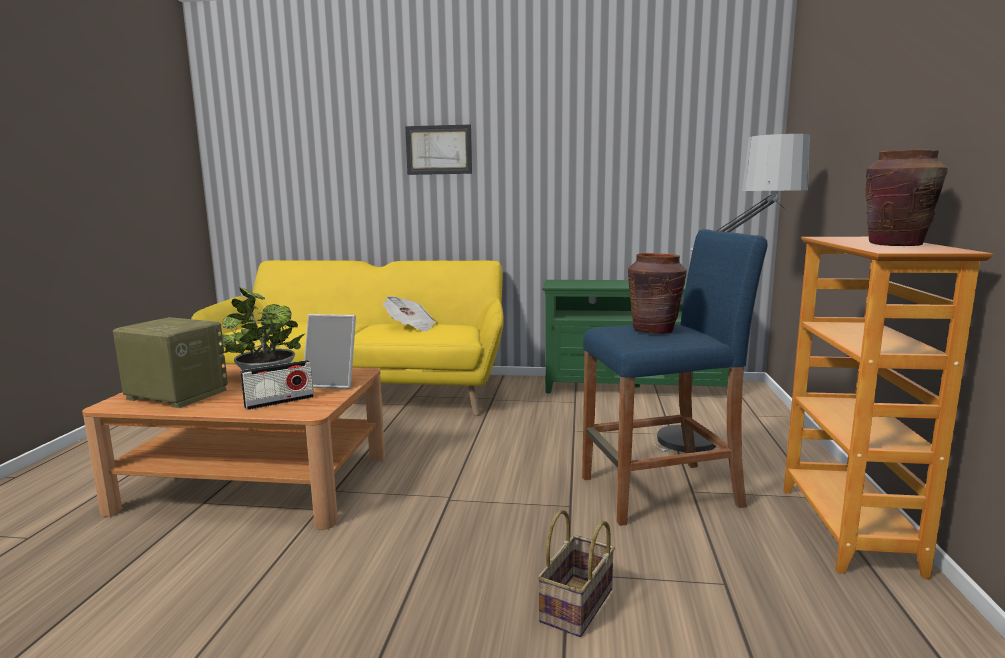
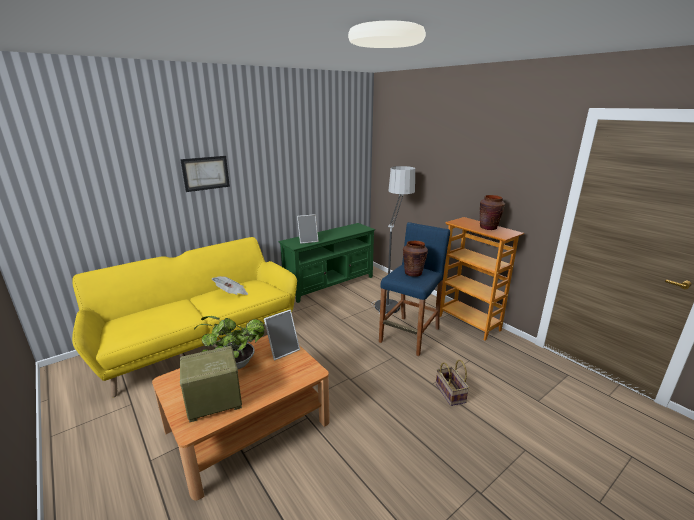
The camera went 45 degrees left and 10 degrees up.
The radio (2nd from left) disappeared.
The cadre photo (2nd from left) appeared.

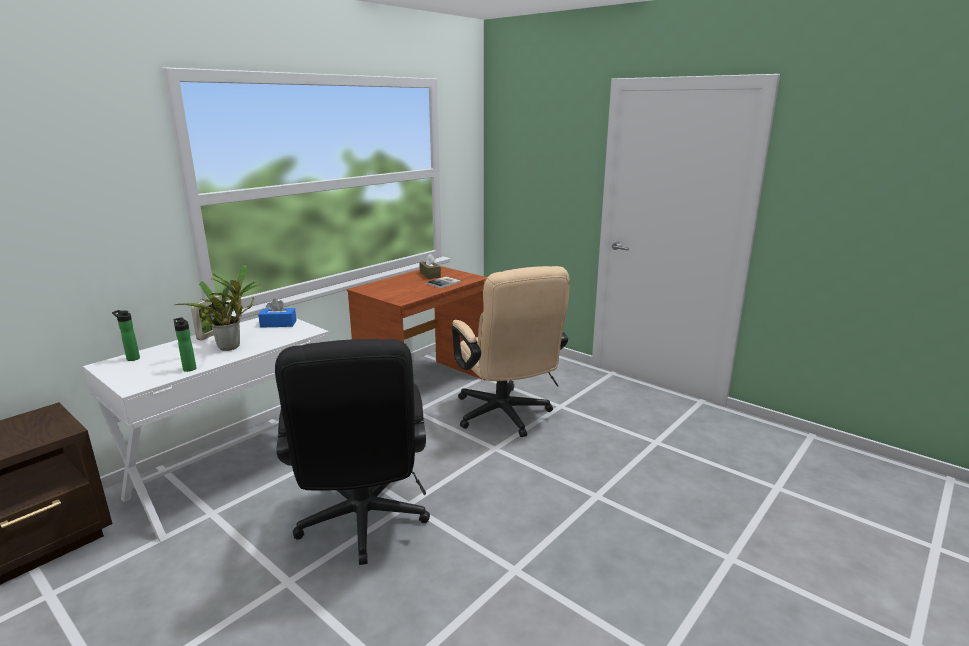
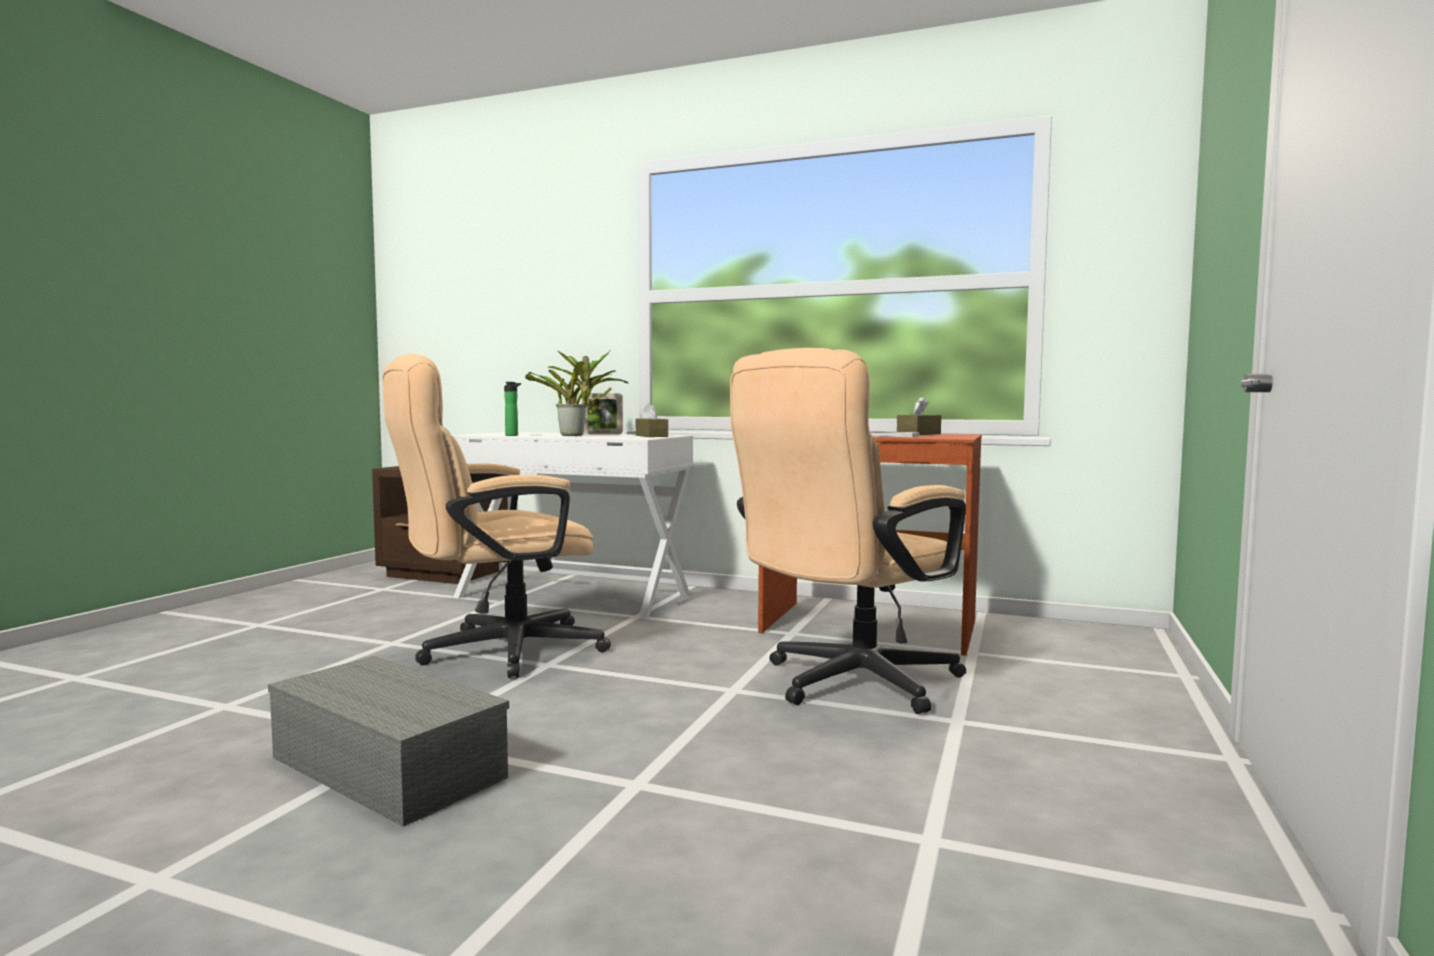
The camera went 70 degrees right and 15 degrees down.
The boîte à mouchoirs [bleu] became the boîte à mouchoirs [marron] (1st from left).
The bouteille (1st from left) disappeared.
The chaise de bureau [noir] became the chaise de bureau [beige] (1st from left).
The boîte de rangement [gris] appeared.

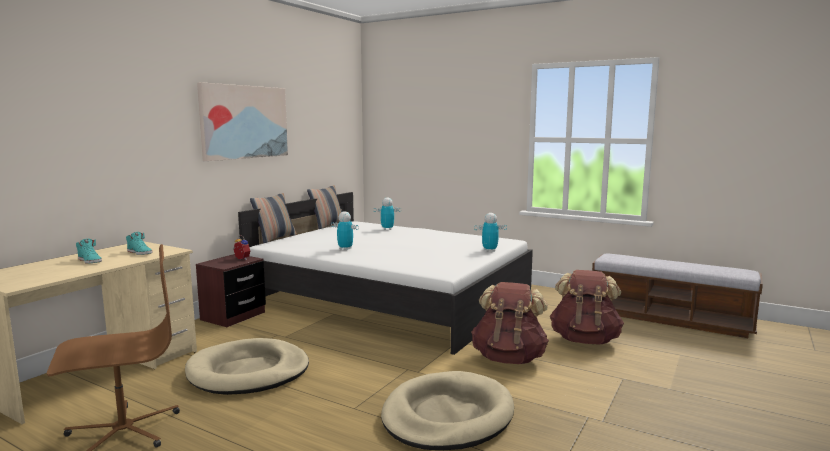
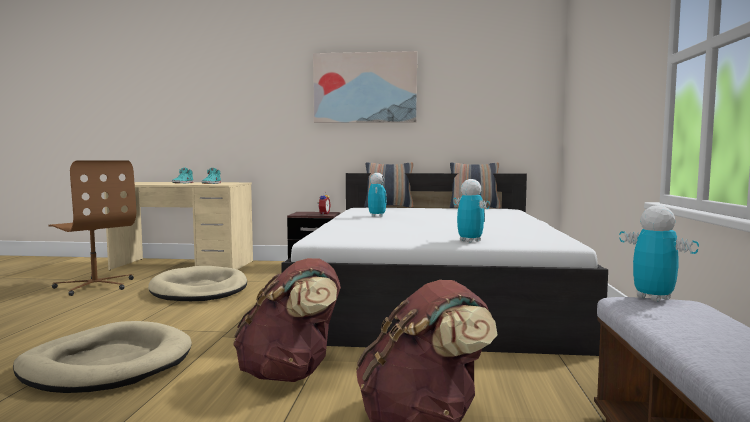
The camera went 65 degrees right and 5 degrees down.
The robot jouet (2nd from left in the first image) moved.

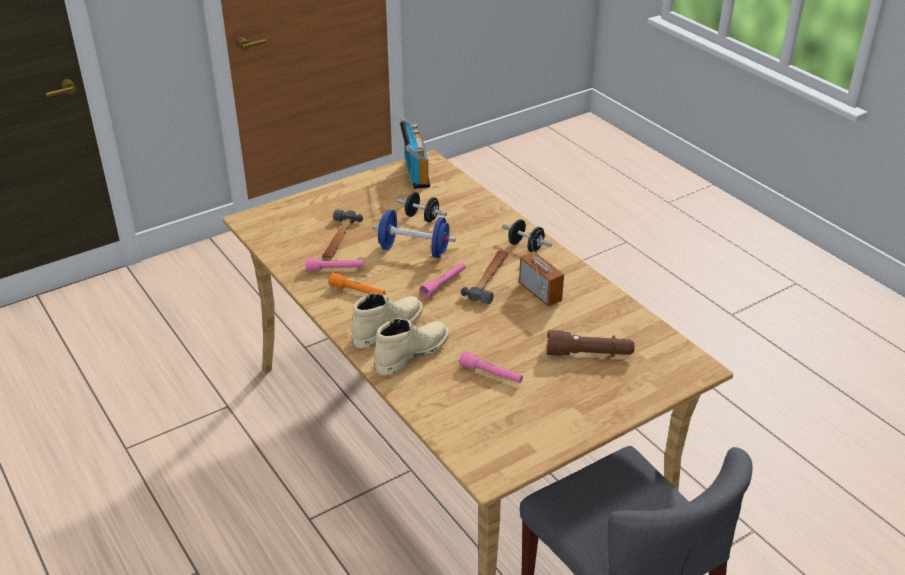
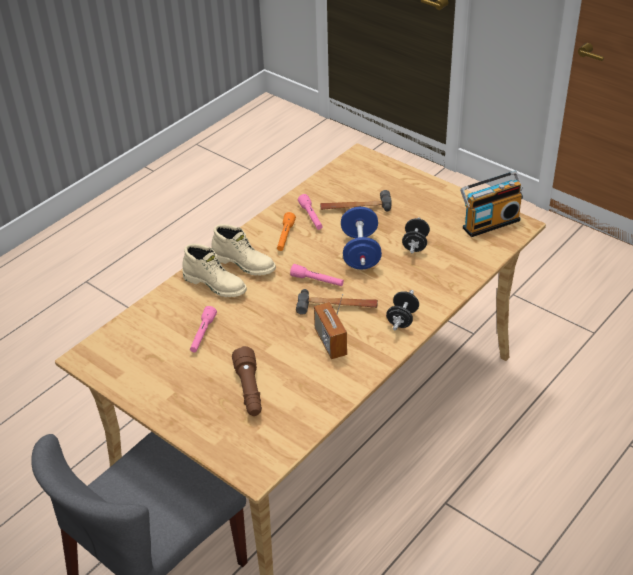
The camera went 75 degrees right and 5 degrees up.
The radio (2nd from left in the first image) turned 120 degrees clockwise.

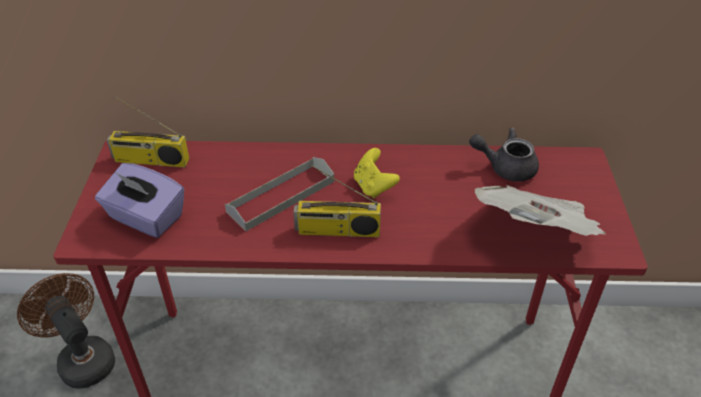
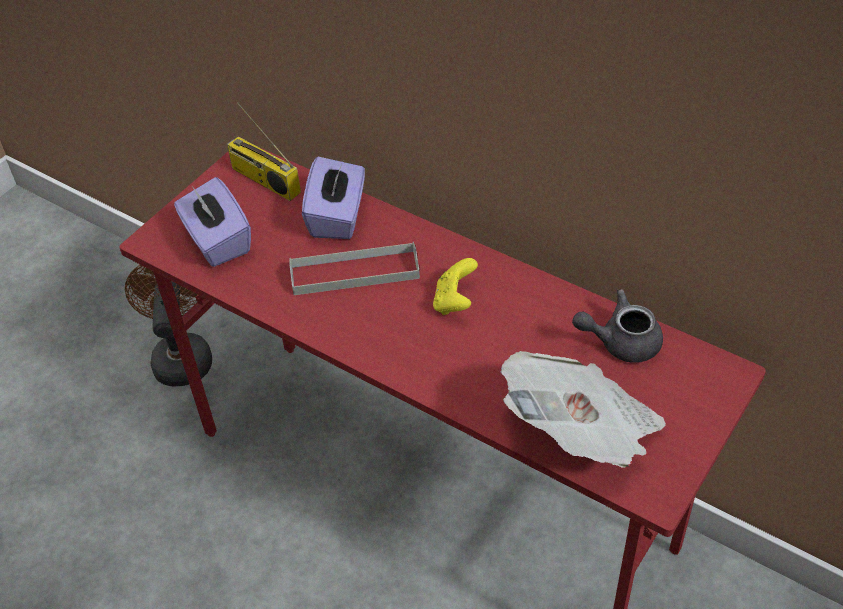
The camera went 35 degrees right and 5 degrees up.
The théière [gris] turned 45 degrees counterclockwise.
The radio (2nd from left) disappeared.
The boîte à mouchoirs [violet] (2nd from left) appeared.

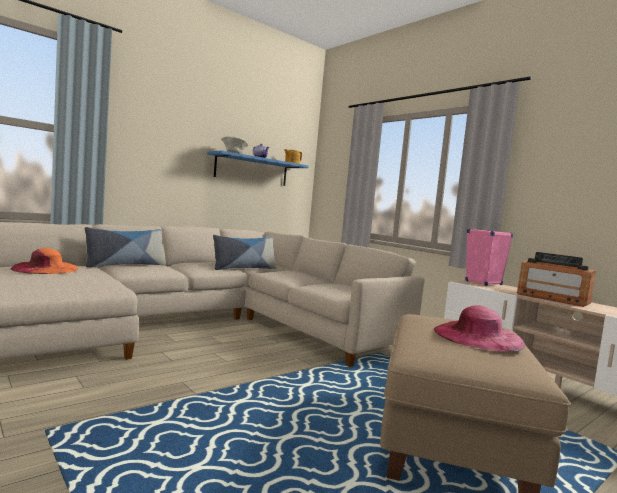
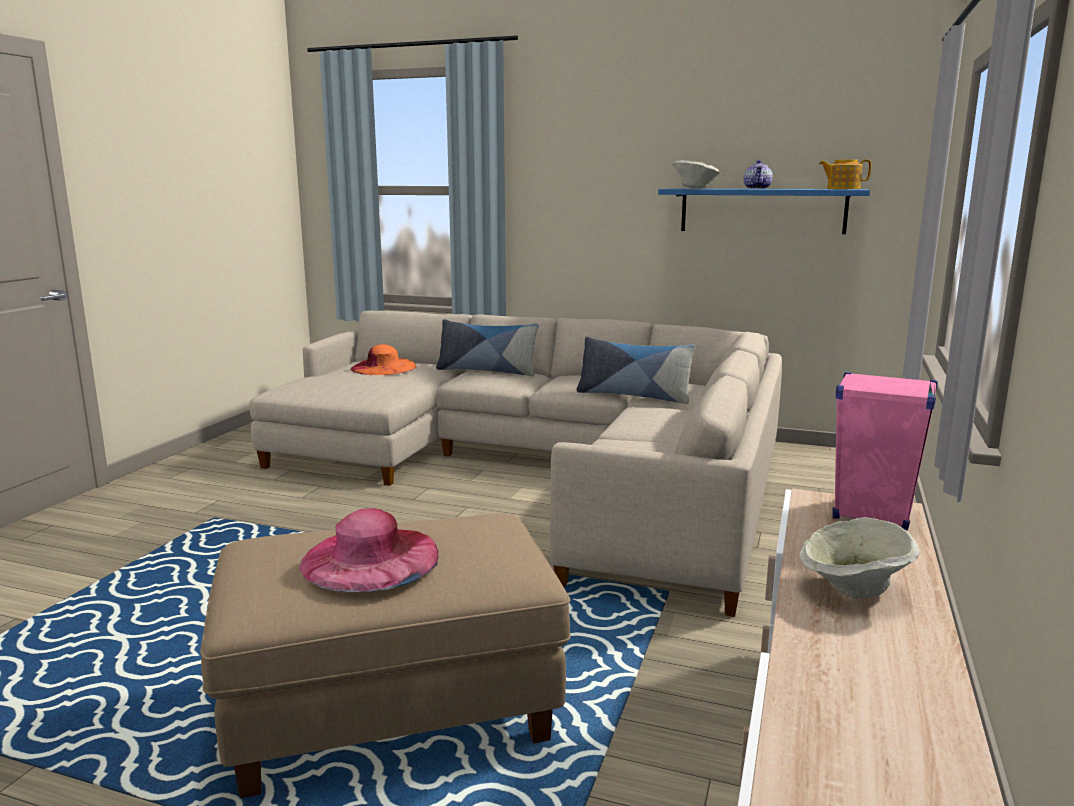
The camera went 60 degrees right and 10 degrees up.
The radio was replaced by the bol [beige] (2nd from left).

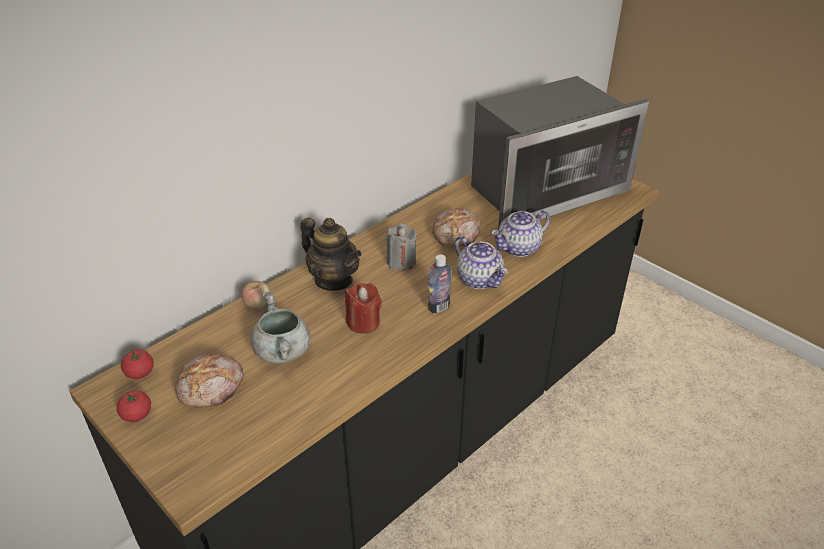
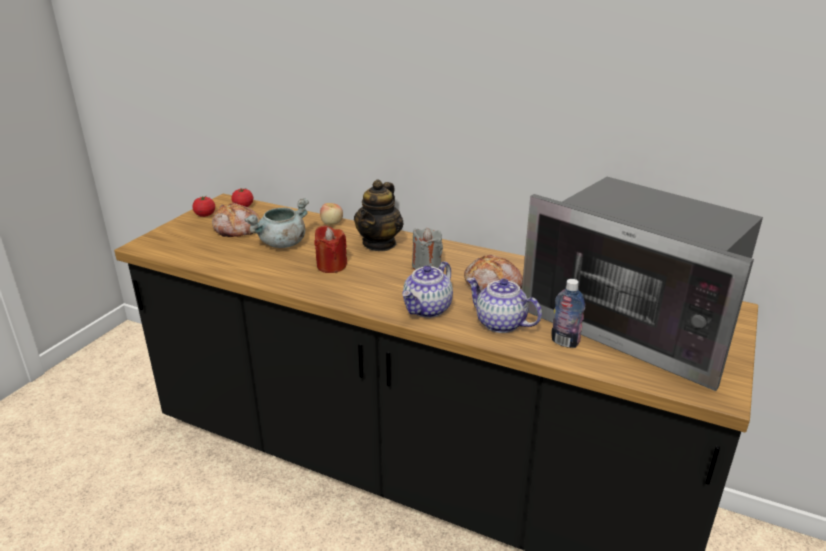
The camera went 70 degrees right and 10 degrees down.
The bouteille moved.

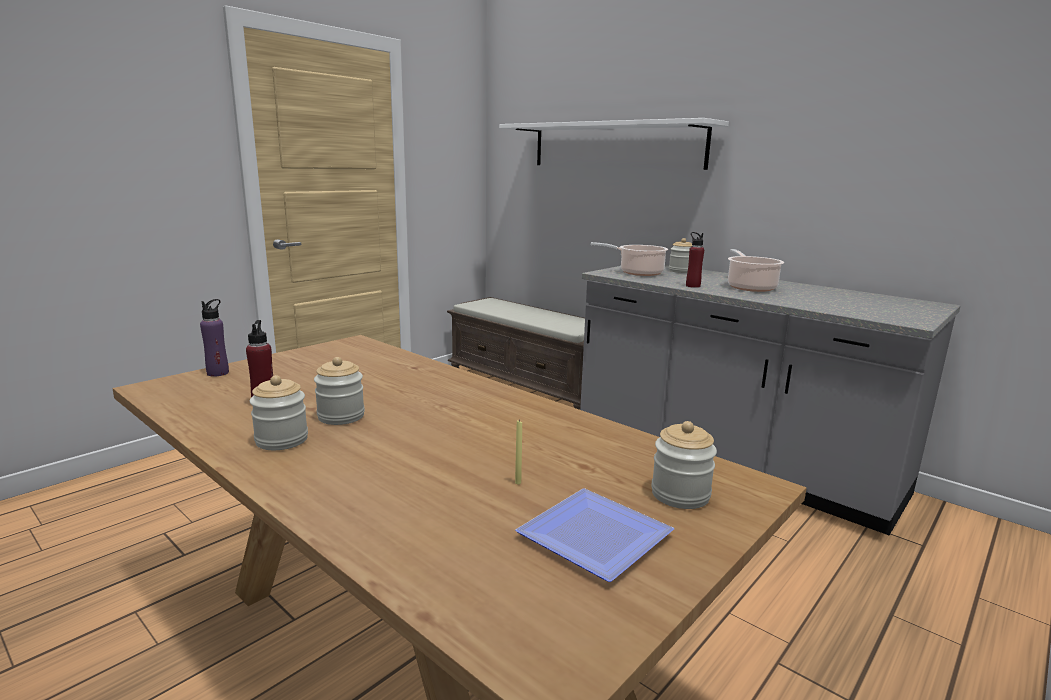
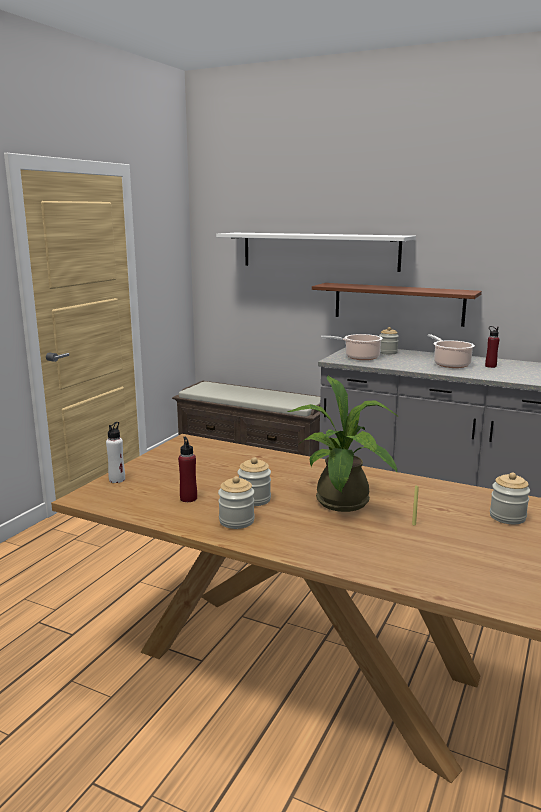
The camera went 15 degrees left and 0 degrees up.
The bouteille [rouge] (2nd from left) moved.
The bouteille [violet] became the bouteille [blanc].
The assiette disappeared.
The étagère [marron] appeared.
The plante en pot appeared.

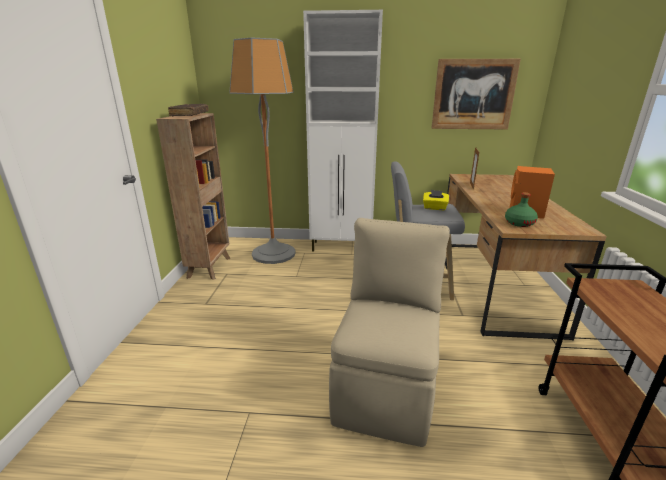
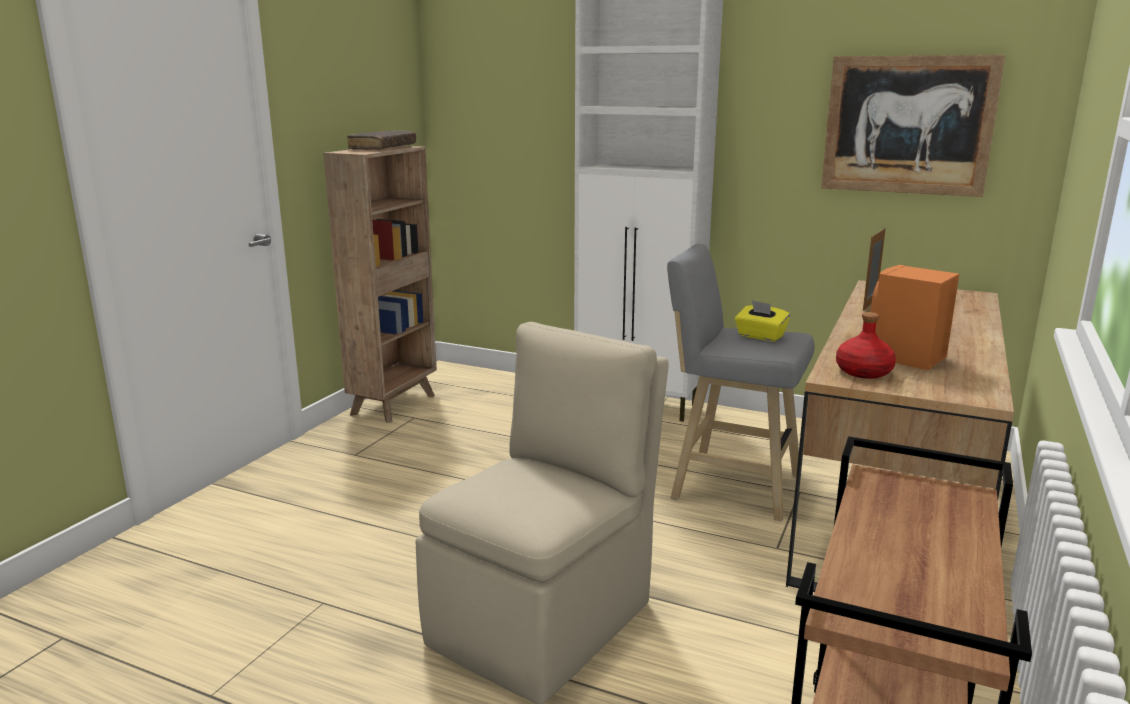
The camera went 20 degrees right and 5 degrees down.
The lampadaire disappeared.
The bouteille [vert] became the bouteille [rouge].

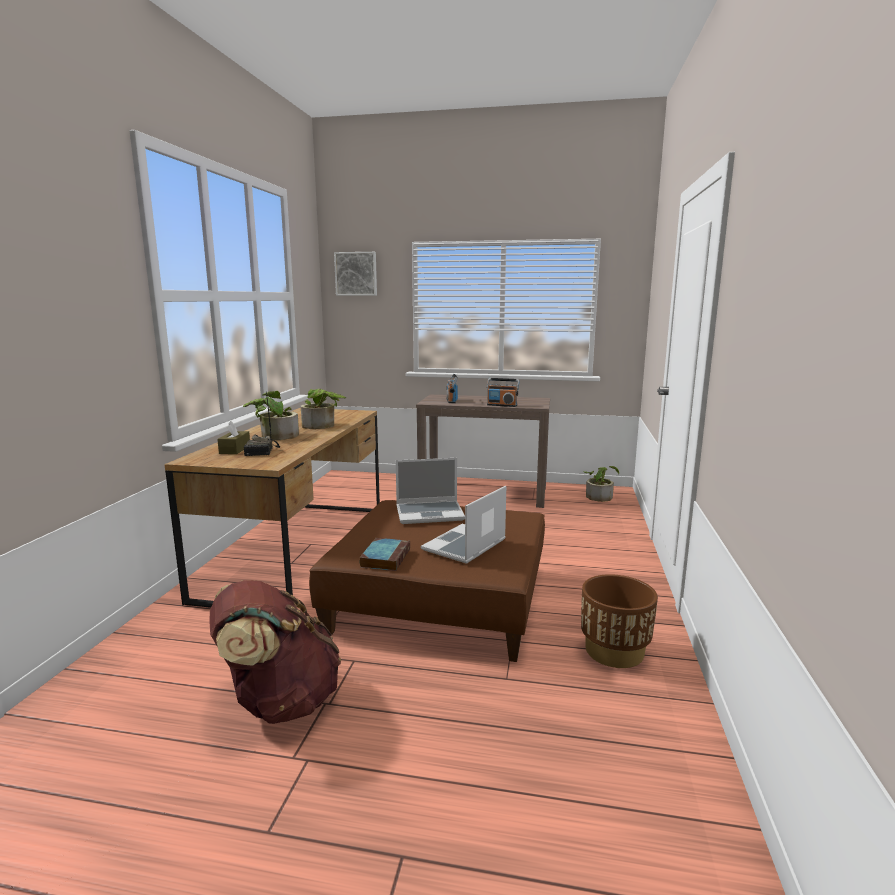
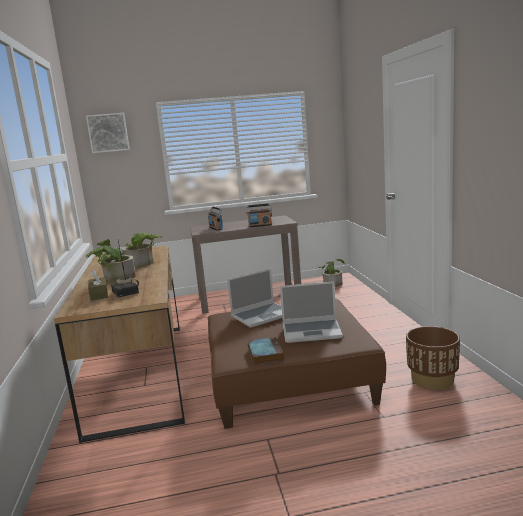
The camera went 20 degrees left and 0 degrees up.
The ordinateur portable (2nd from left) turned 105 degrees counterclockwise.
The sac à dos [marron] disappeared.

